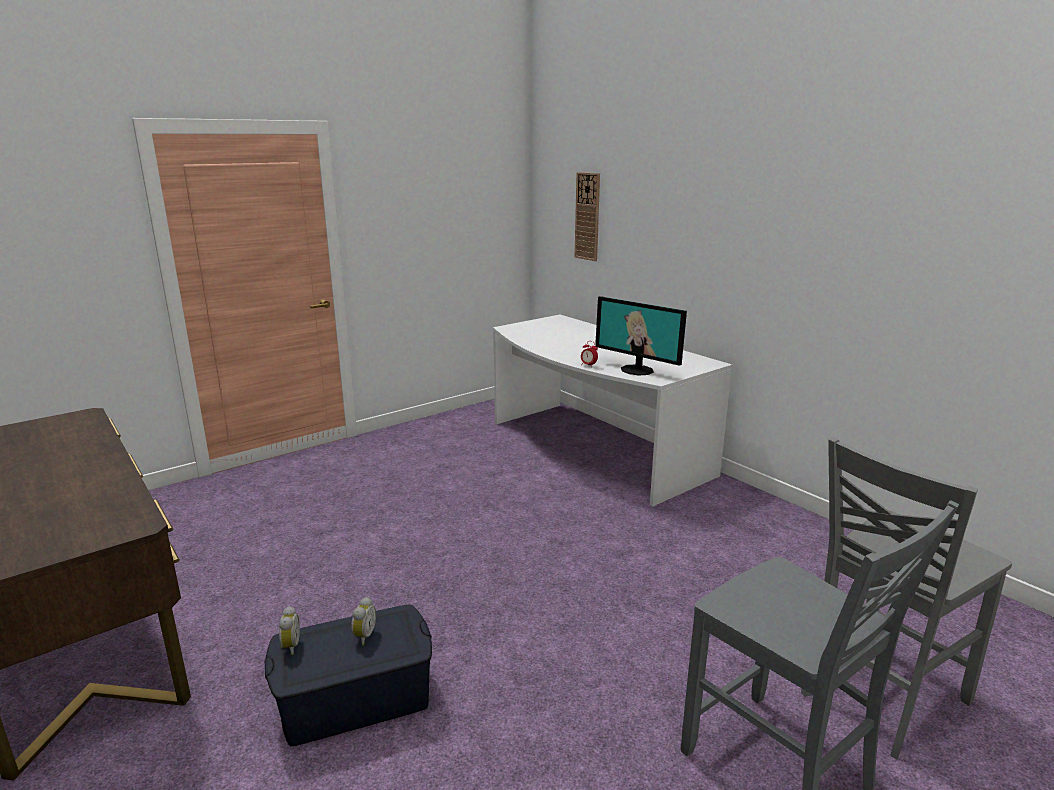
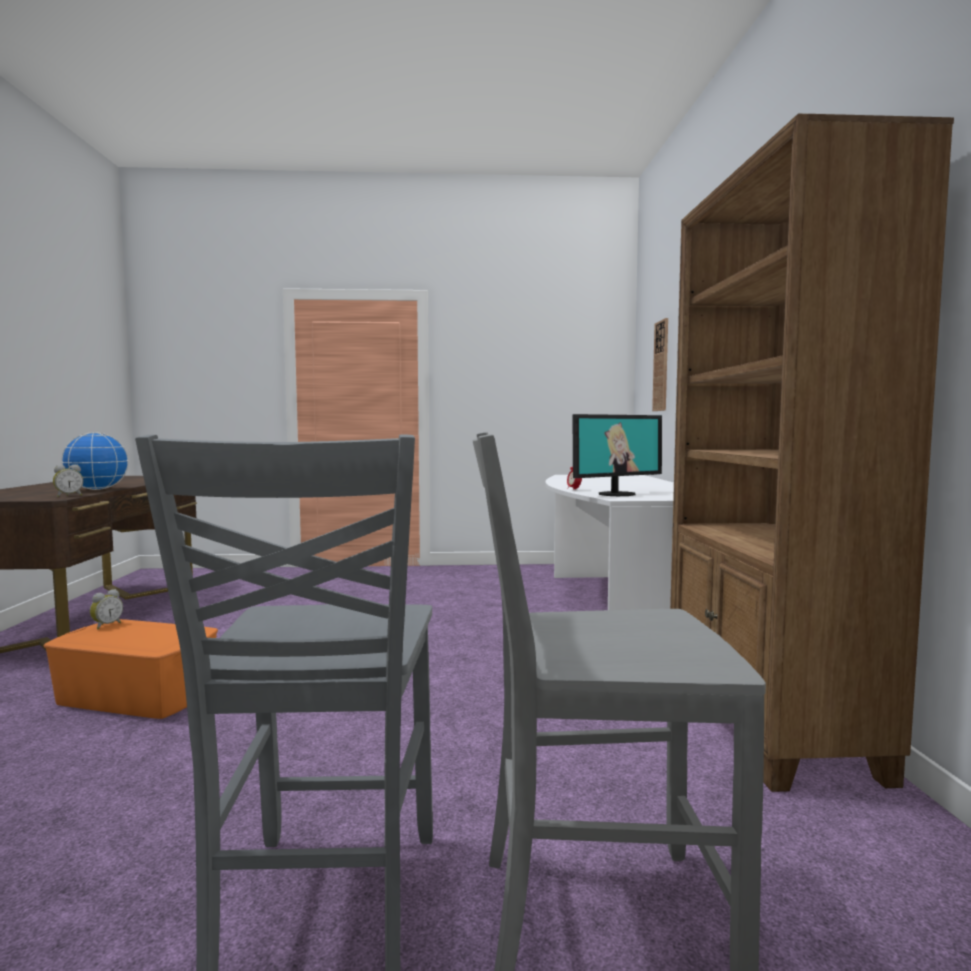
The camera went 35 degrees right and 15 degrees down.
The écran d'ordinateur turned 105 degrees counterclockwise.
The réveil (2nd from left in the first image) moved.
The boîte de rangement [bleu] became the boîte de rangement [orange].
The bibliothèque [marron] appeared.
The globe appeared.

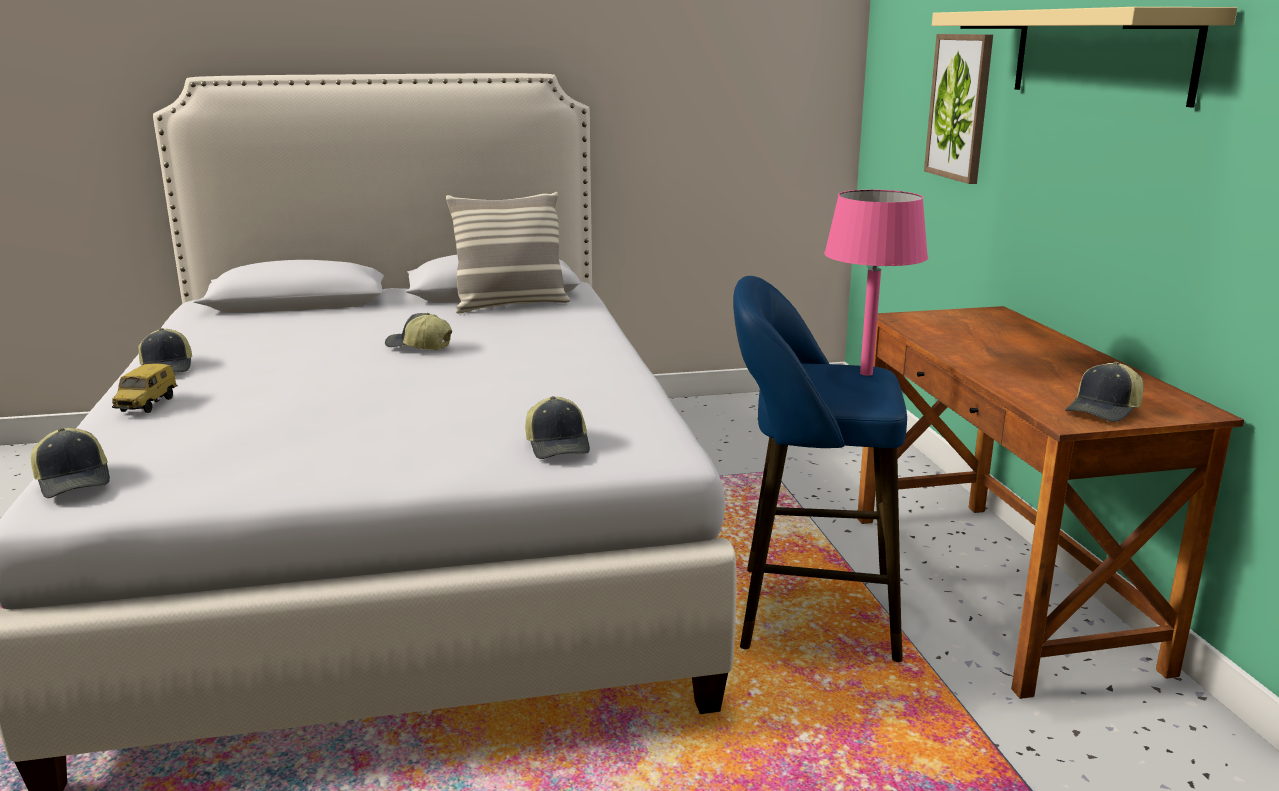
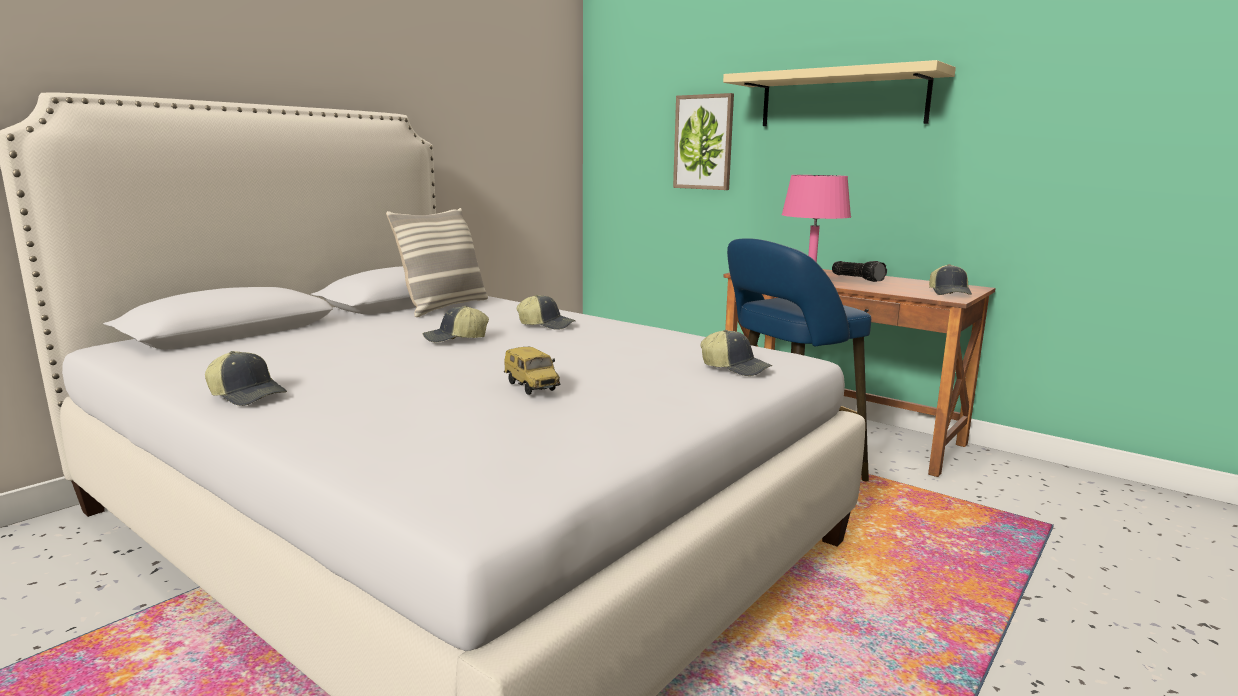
The camera went 40 degrees left and 5 degrees down.
The petite voiture moved.
The casquette (1st from left in the first image) moved.
The lampe de poche appeared.

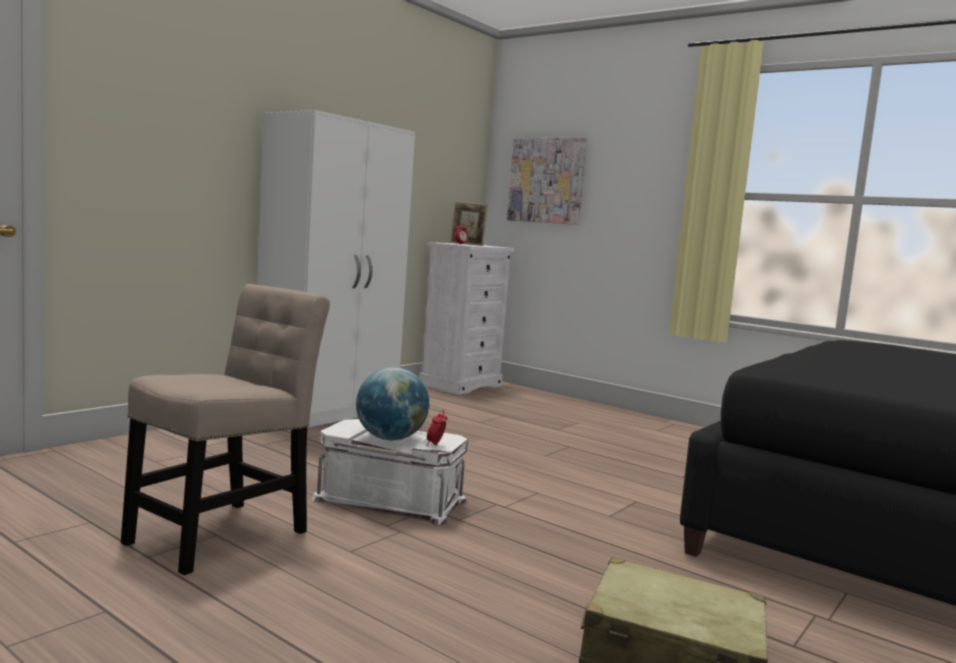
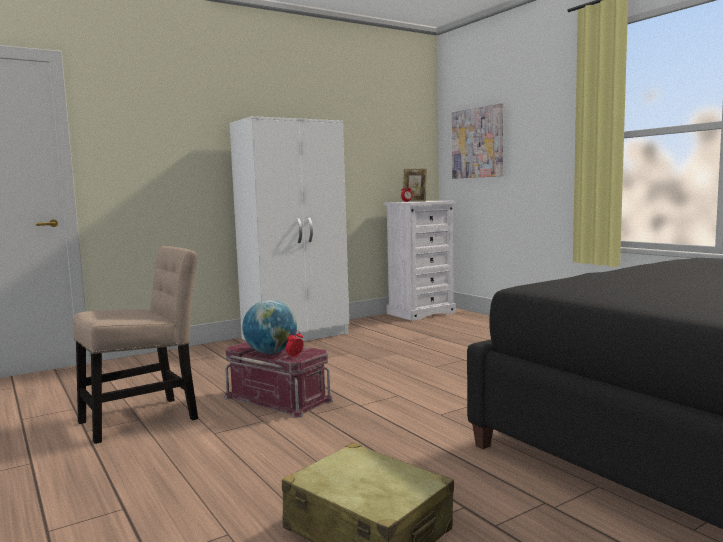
The camera went 20 degrees right and 0 degrees up.
The boîte de rangement [blanc] became the boîte de rangement [rouge].

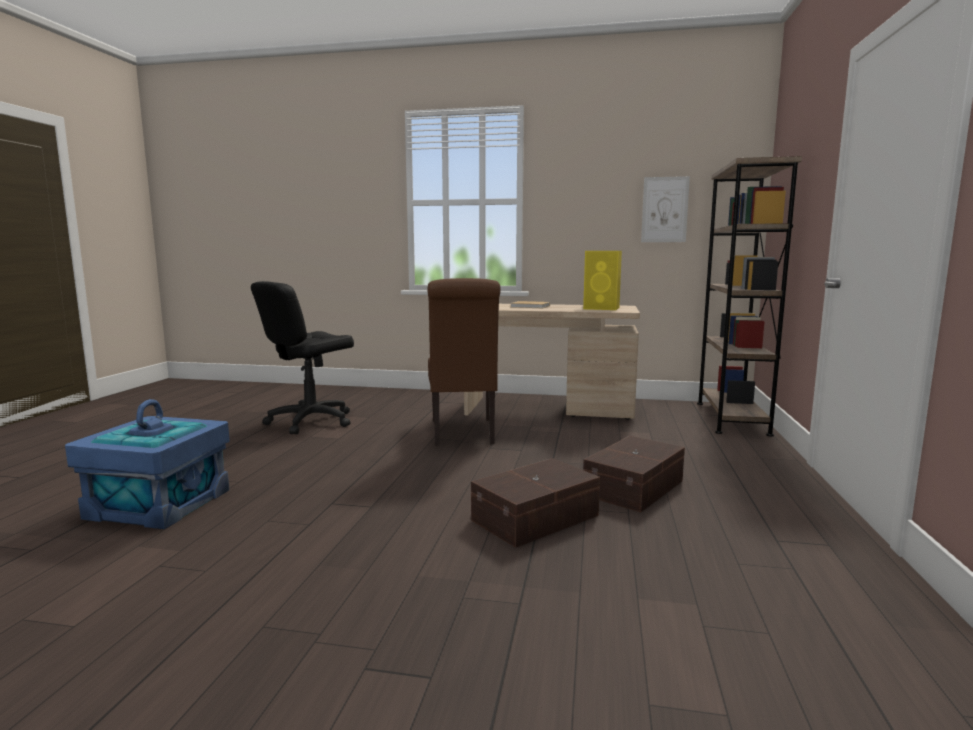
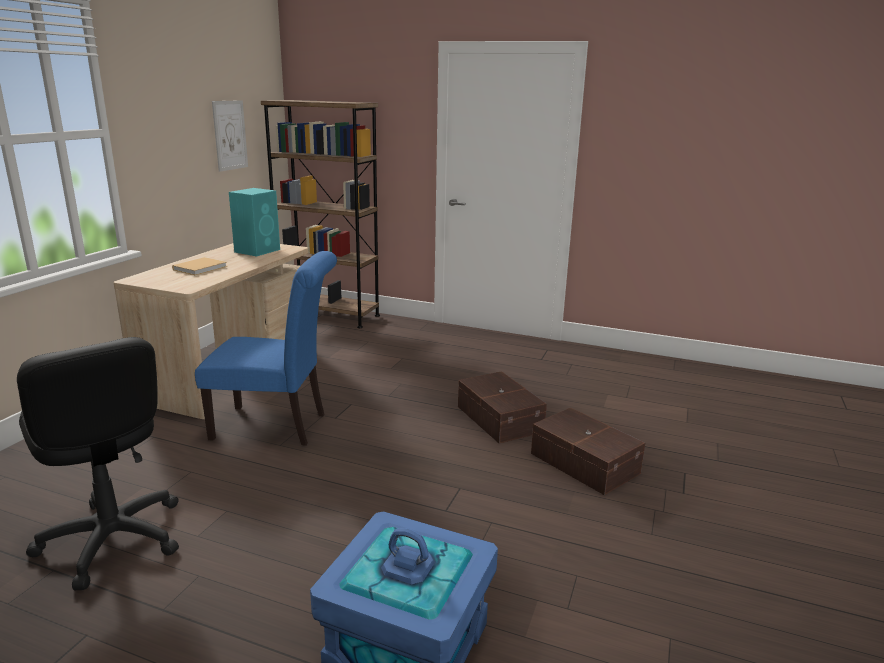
The camera went 80 degrees left and 10 degrees up.
The enceinte [jaune] became the enceinte [turquoise].
The chaise [marron] became the chaise [bleu].
The boîte de rangement [marron] (2nd from left) moved.

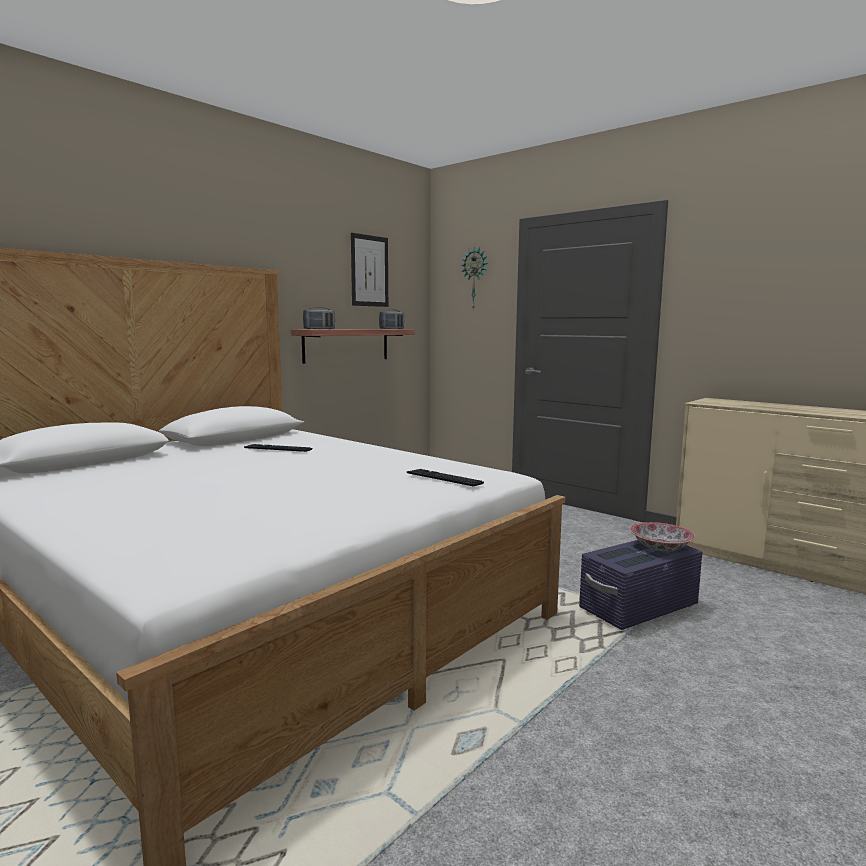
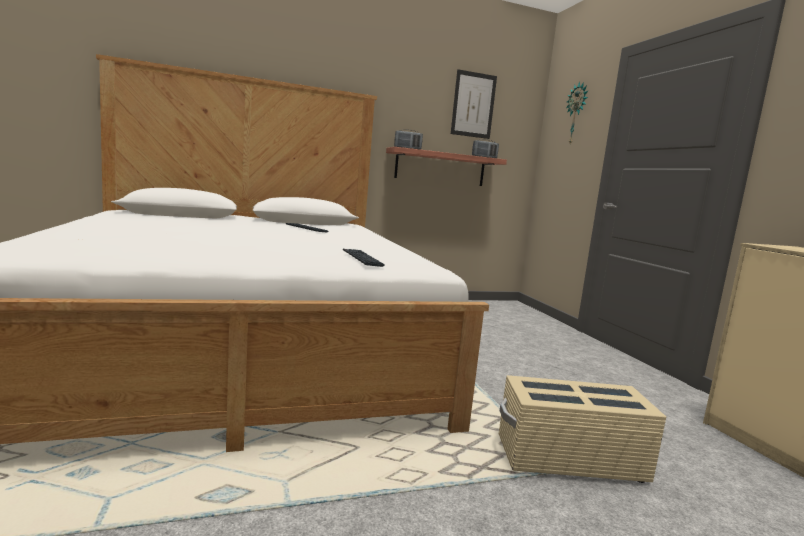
The camera went 30 degrees right and 0 degrees up.
The bol disappeared.
The boîte de rangement [violet] became the boîte de rangement [beige].

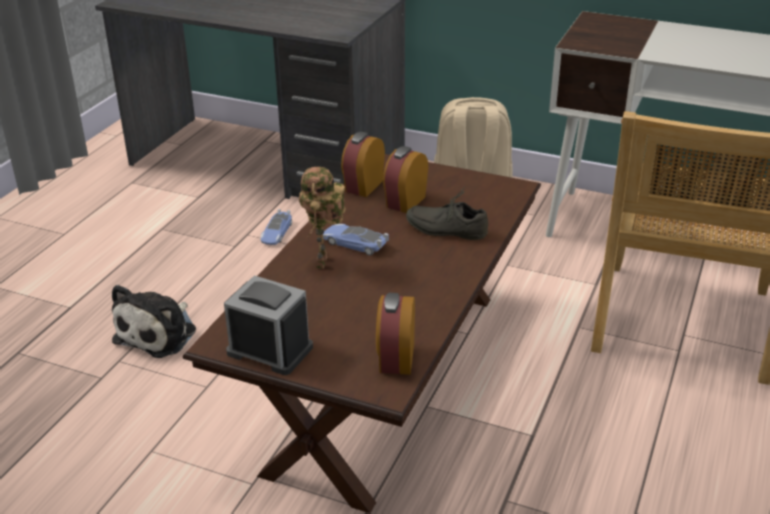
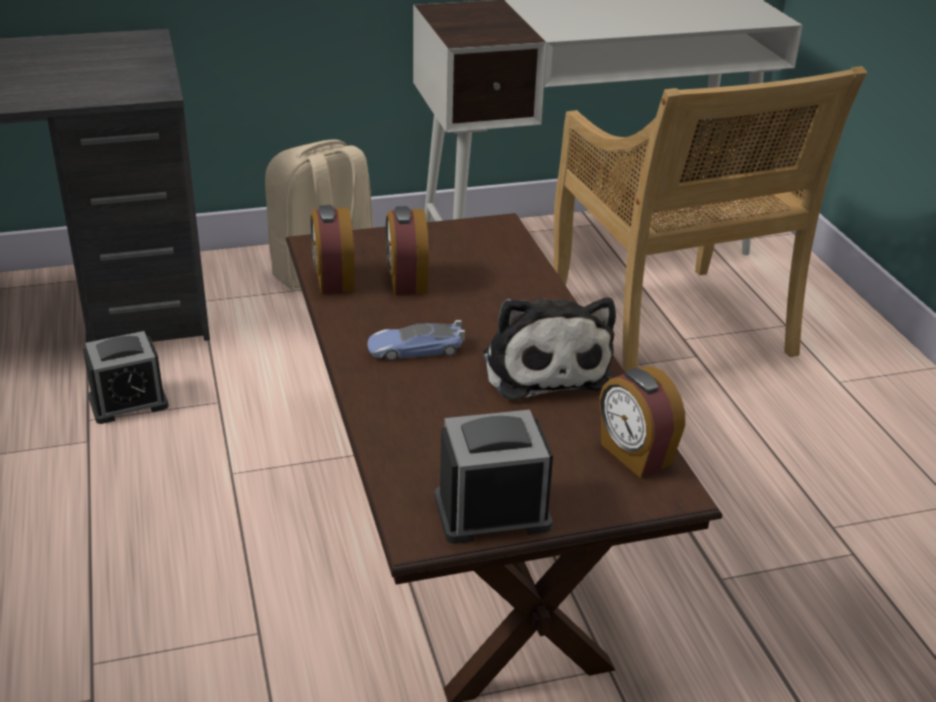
The camera went 40 degrees left and 0 degrees up.
The robot jouet disappeared.
The chaussure [gris] disappeared.
The petite voiture (1st from left) was replaced by the réveil (1st from left).
The peluche moved.

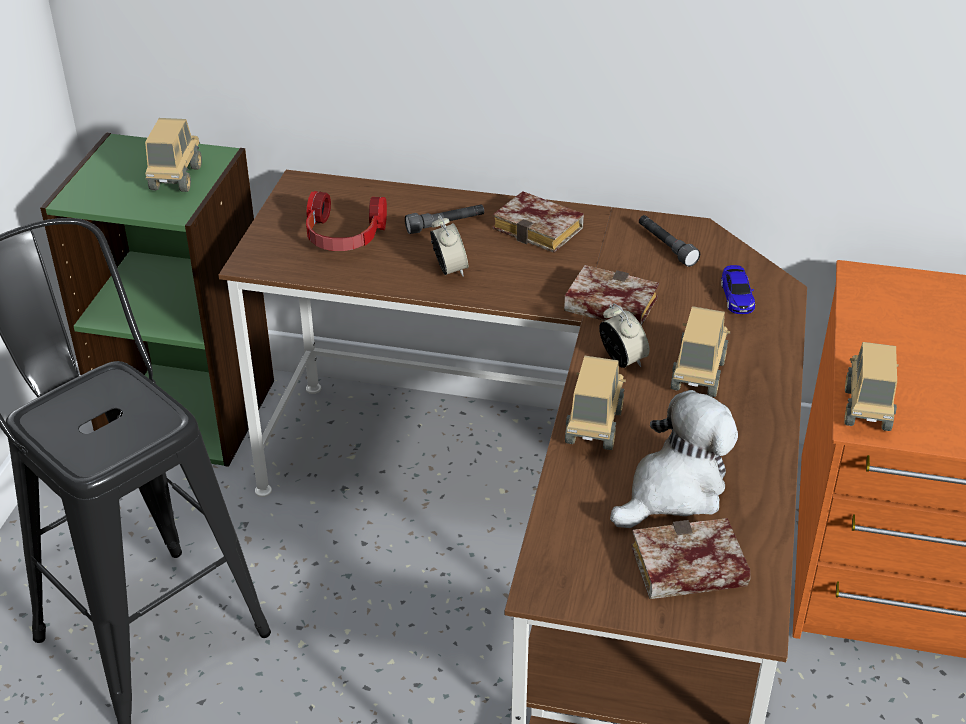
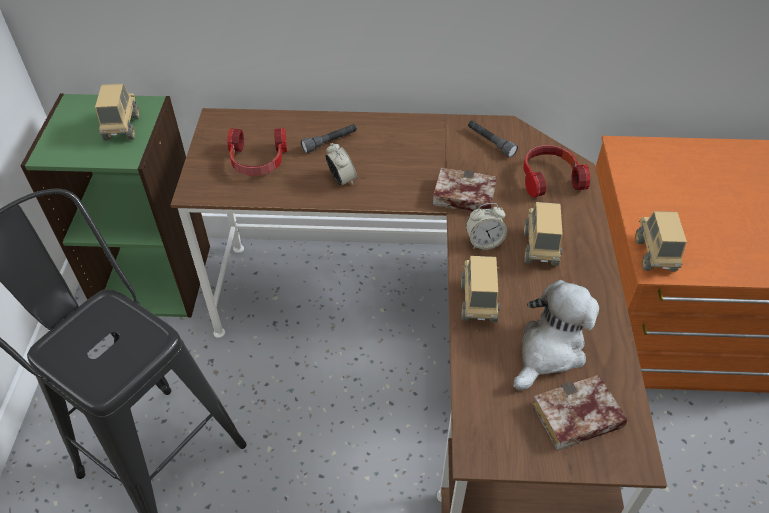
The camera went 10 degrees left and 10 degrees up.
The livre (1st from left) disappeared.
The petite voiture was replaced by the casque audio (2nd from left).
The réveil (2nd from left) turned 120 degrees clockwise.

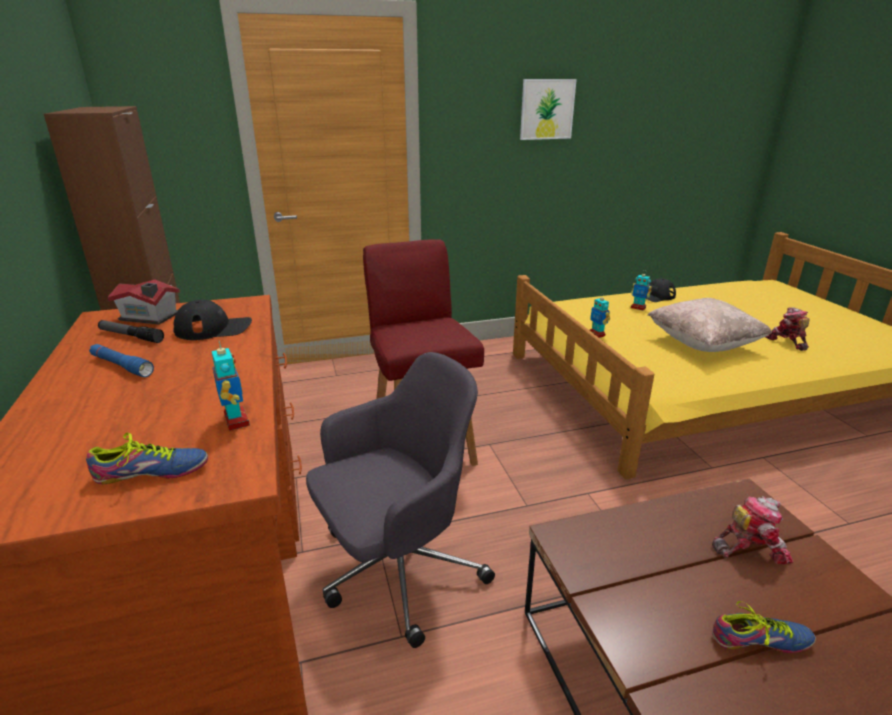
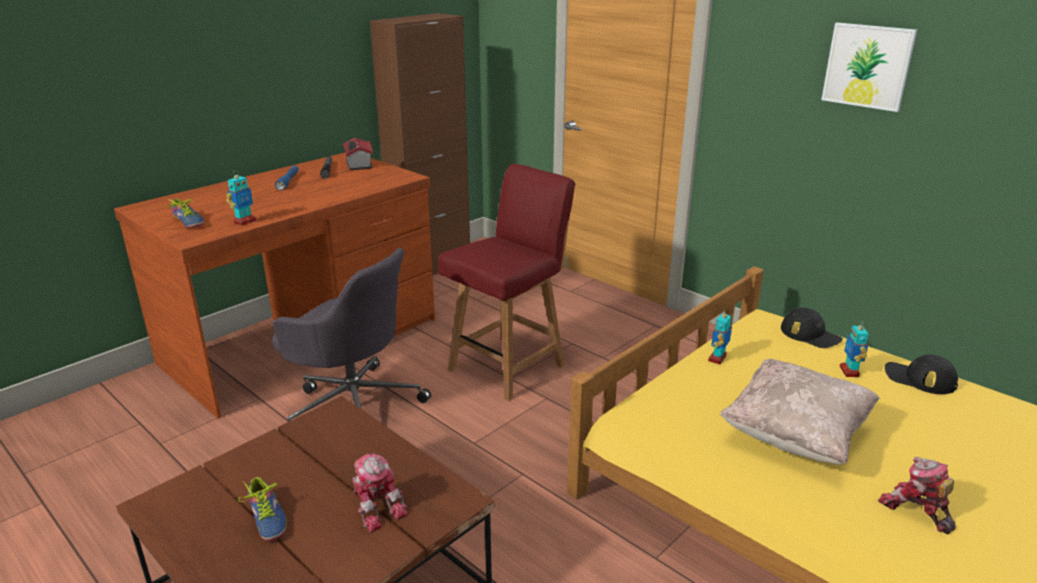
The camera went 60 degrees right and 0 degrees up.
The casquette [noir] (1st from left) moved.
The robot jouet (5th from left) turned 75 degrees counterclockwise.

